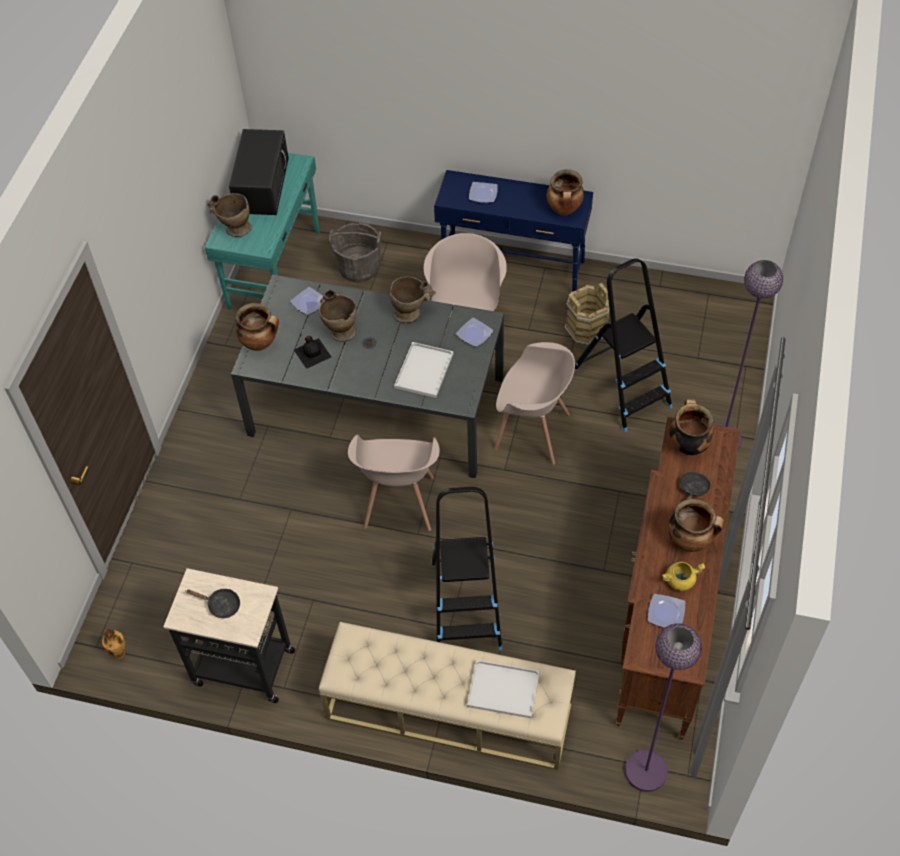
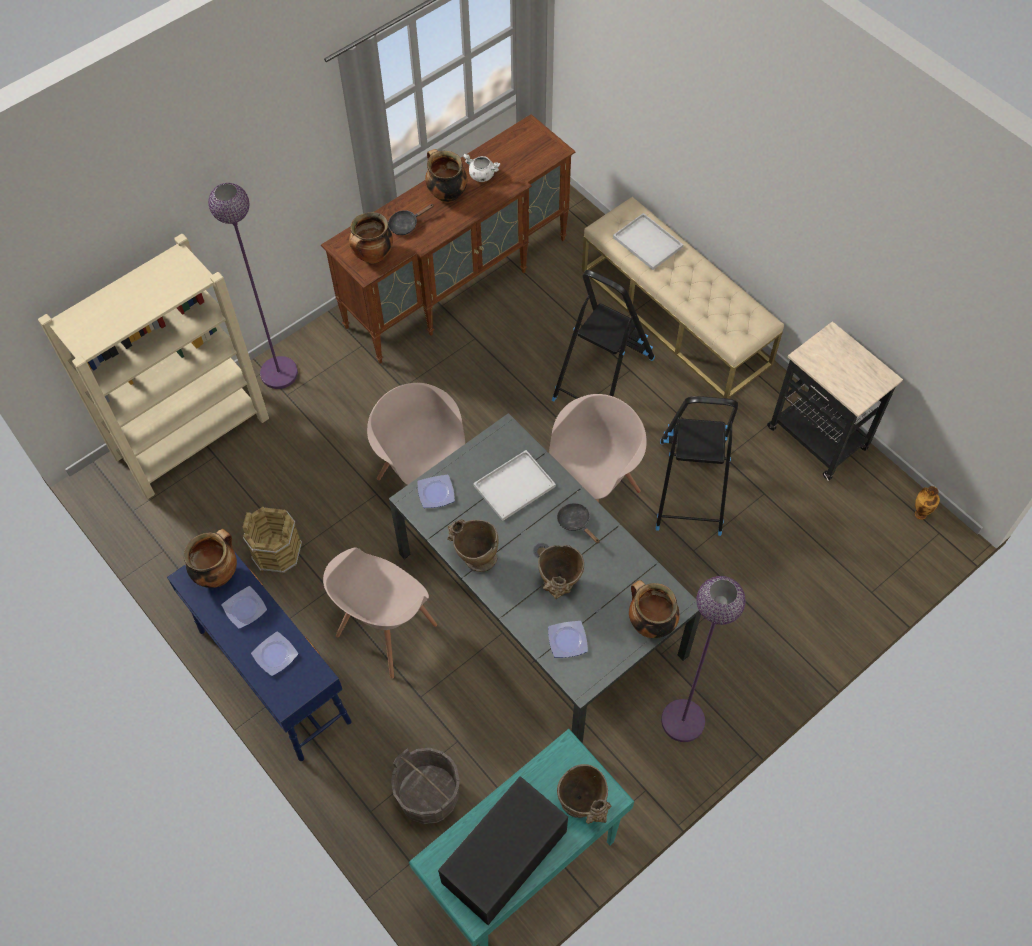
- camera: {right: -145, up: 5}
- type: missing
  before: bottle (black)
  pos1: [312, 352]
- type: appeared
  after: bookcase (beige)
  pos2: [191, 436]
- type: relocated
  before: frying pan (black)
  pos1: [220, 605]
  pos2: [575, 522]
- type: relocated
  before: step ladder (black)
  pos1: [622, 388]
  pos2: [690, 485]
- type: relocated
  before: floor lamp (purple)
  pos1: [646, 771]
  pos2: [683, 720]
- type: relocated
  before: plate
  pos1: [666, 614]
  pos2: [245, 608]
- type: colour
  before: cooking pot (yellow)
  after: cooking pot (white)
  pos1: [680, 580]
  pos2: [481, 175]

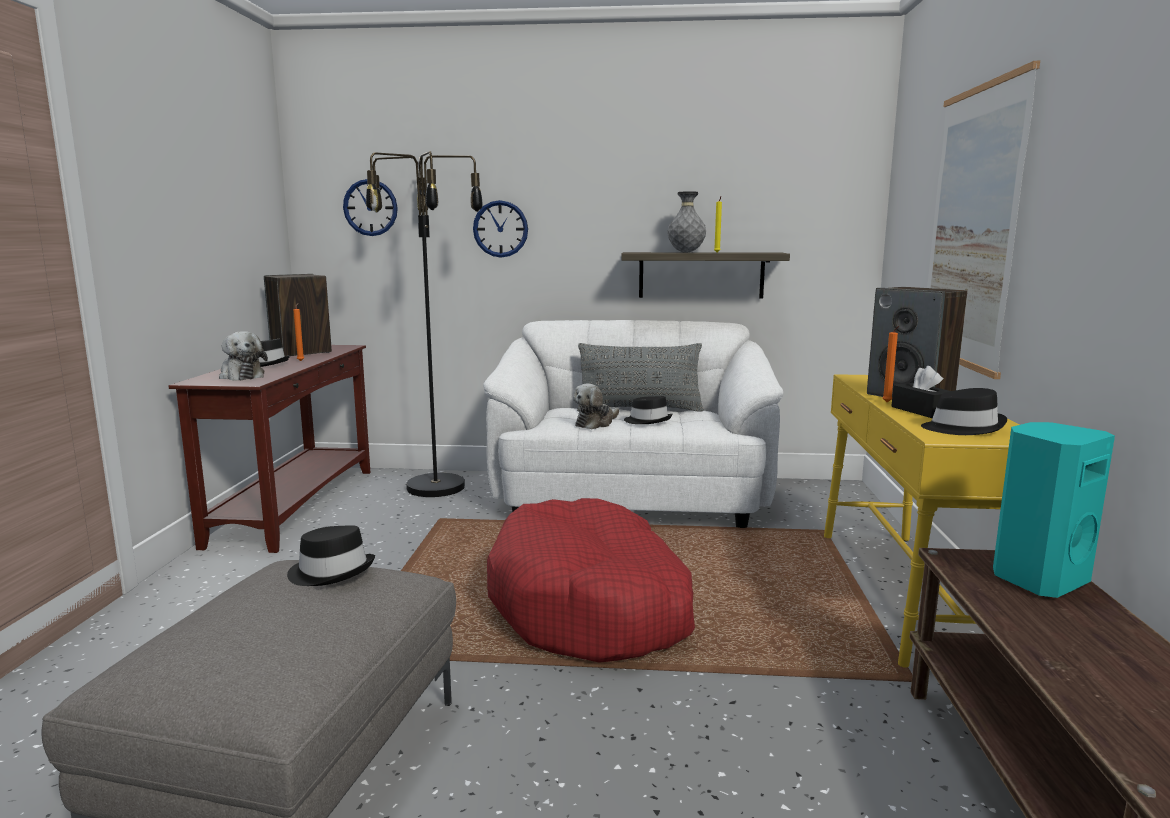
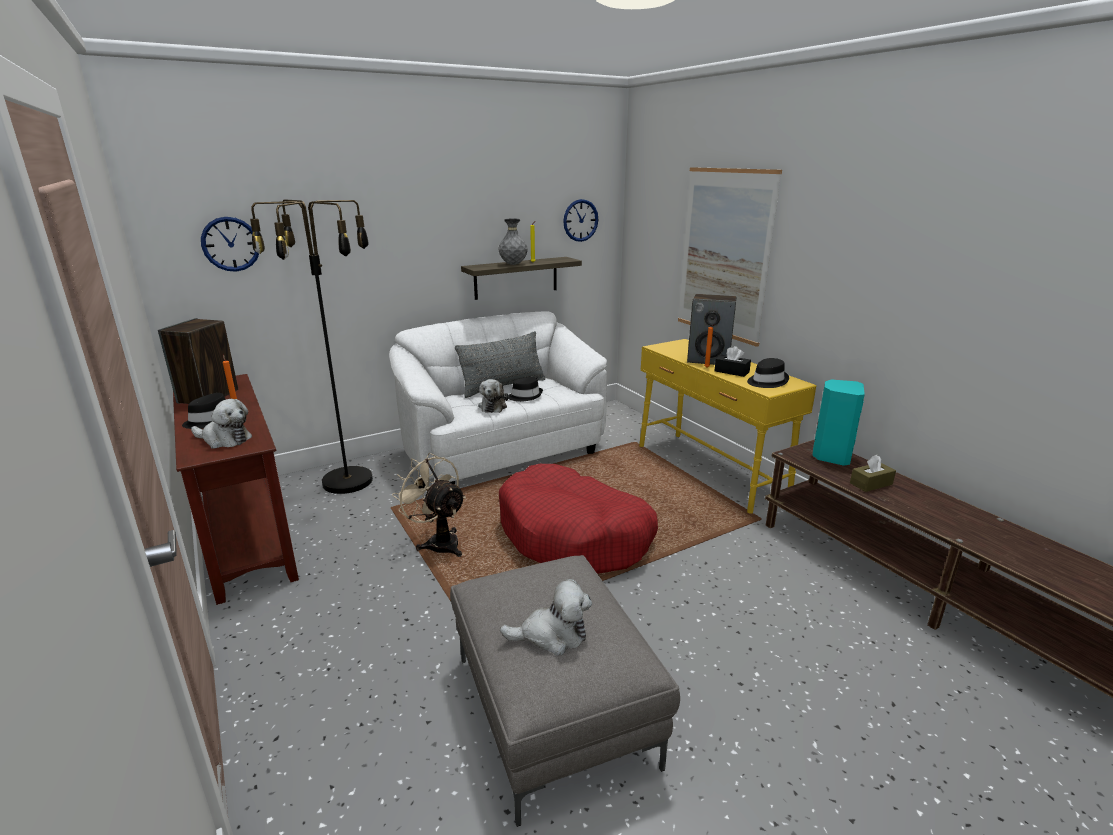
- camera: {right: -35, up: 10}
- type: missing
  before: hat (black)
  pos1: [331, 571]
- type: appeared
  after: fan (beige)
  pos2: [438, 542]
- type: appeared
  after: plush toy
  pos2: [552, 635]
- type: appeared
  after: tissue box (brown)
  pos2: [871, 484]
- type: relocated
  before: wall clock
  pos1: [500, 229]
  pos2: [580, 220]

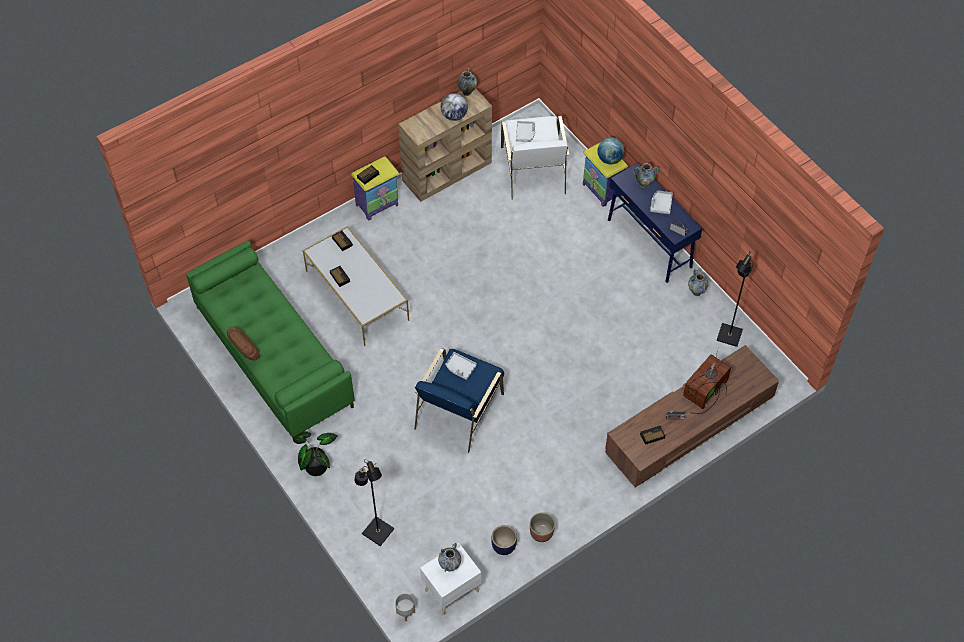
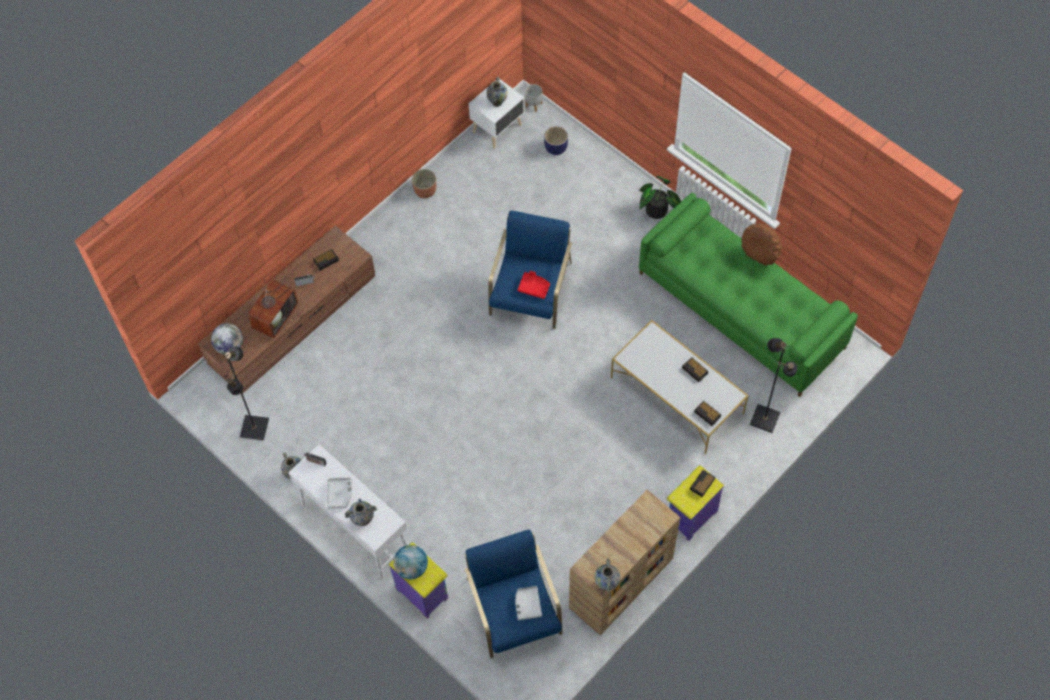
- camera: {right: 170, up: 5}
- type: relocated
  before: floor lamp (black)
  pos1: [378, 531]
  pos2: [765, 419]
- type: relocated
  before: globe
  pos1: [454, 116]
  pos2: [229, 346]
- type: relocated
  before: planter
  pos1: [503, 546]
  pos2: [556, 148]
- type: colour
  before: tray (grey)
  after: tray (red)
  pos1: [460, 368]
  pos2: [534, 287]
- type: colour
  before: armchair (white)
  after: armchair (blue)
  pos1: [533, 167]
  pos2: [515, 611]
- type: colour
  before: console table (blue)
  after: console table (white)
  pos1: [649, 244]
  pos2: [356, 527]

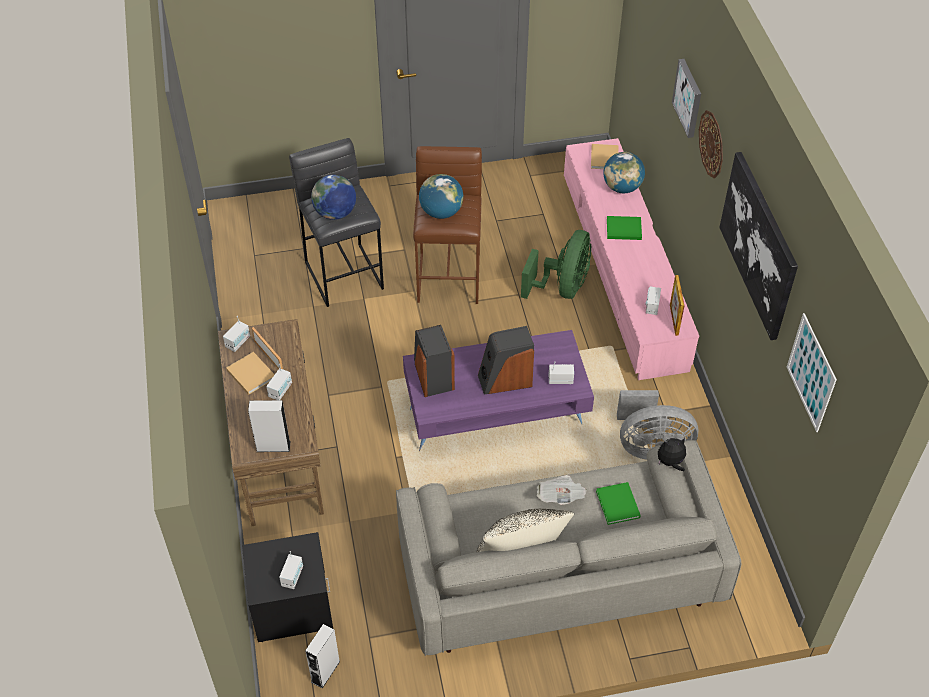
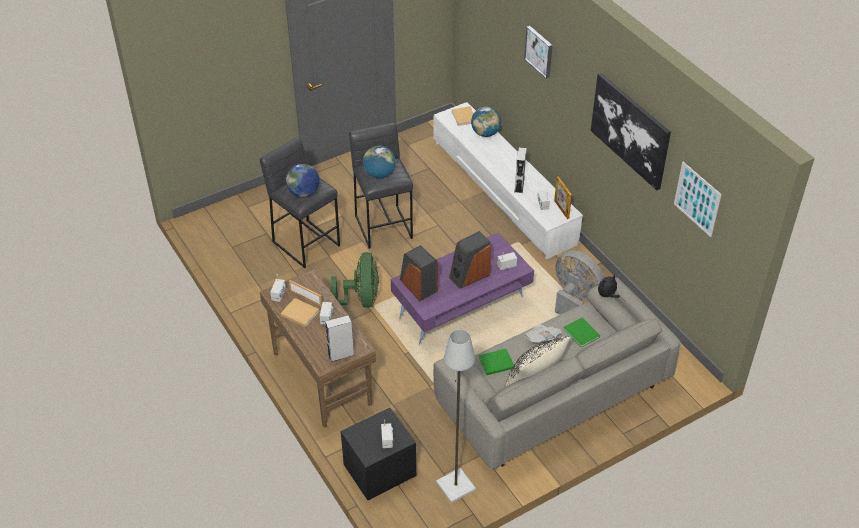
- camera: {right: -20, up: -5}
- type: missing
  before: wall clock
  pos1: [711, 144]
- type: appeared
  after: floor lamp (grey)
  pos2: [455, 487]
- type: relocated
  before: speaker (grey)
  pos1: [325, 671]
  pos2: [519, 186]
- type: relocated
  before: fan (green)
  pos1: [562, 287]
  pos2: [360, 300]
- type: relocated
  before: book (green)
  pos1: [622, 229]
  pos2: [495, 363]
- type: colour
  before: stool (brown)
  after: stool (grey)
  pos1: [449, 277]
  pos2: [383, 226]
- type: colour
  before: tv stand (pink)
  after: tv stand (white)
  pos1: [624, 271]
  pos2: [503, 192]
- type: spun
  before: fan (grey)
  pos1: [650, 447]
  pos2: [574, 299]
  turn: -120

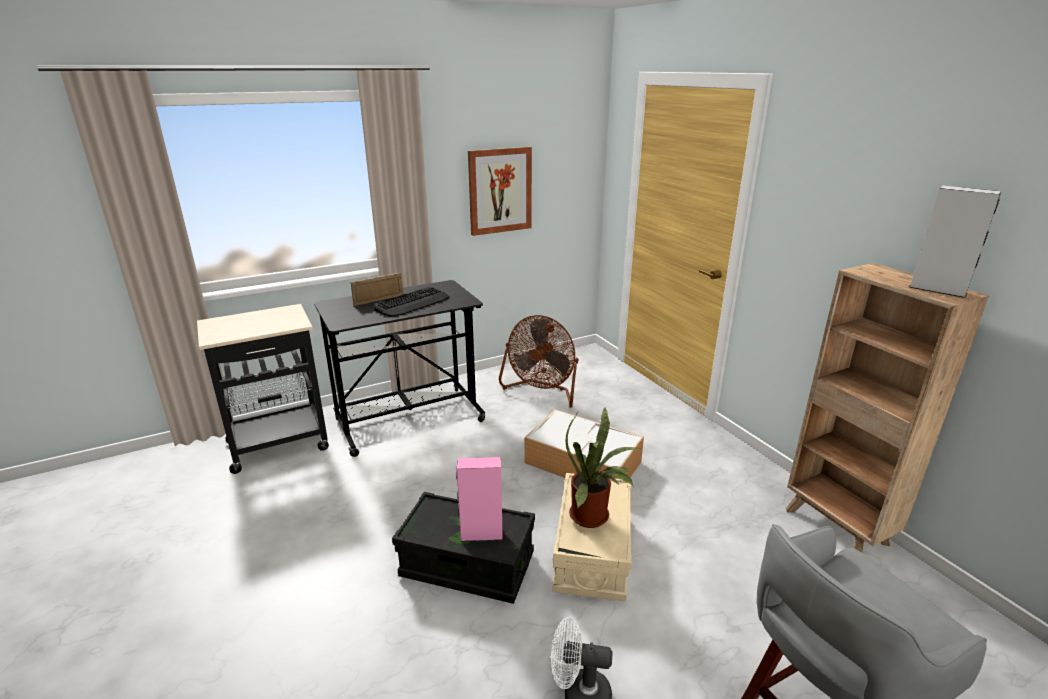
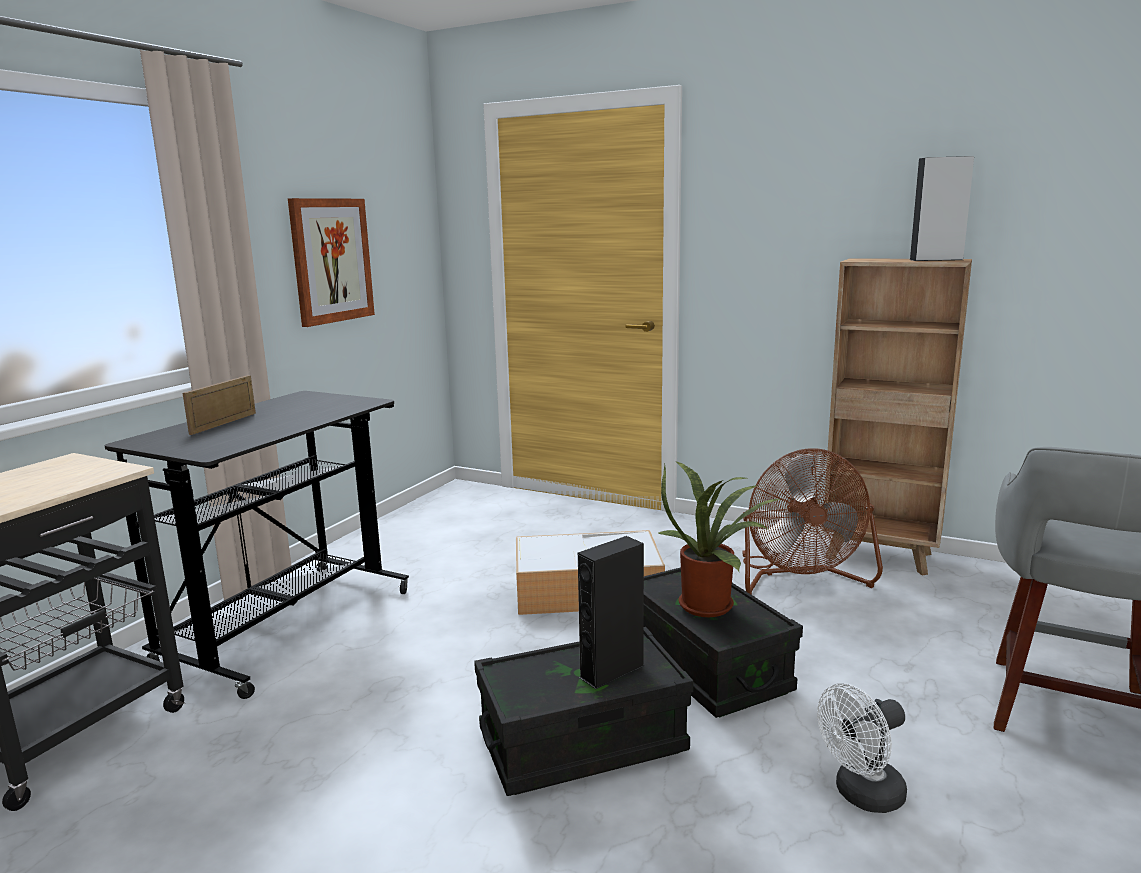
- camera: {right: -35, up: -10}
- type: missing
  before: keyboard
  pos1: [412, 303]
- type: relocated
  before: fan (brown)
  pos1: [541, 390]
  pos2: [795, 580]
- type: colour
  before: speaker (pink)
  after: speaker (black)
  pos1: [481, 534]
  pos2: [612, 671]
- type: colour
  before: storage box (beige)
  after: storage box (black)
  pos1: [592, 553]
  pos2: [706, 666]

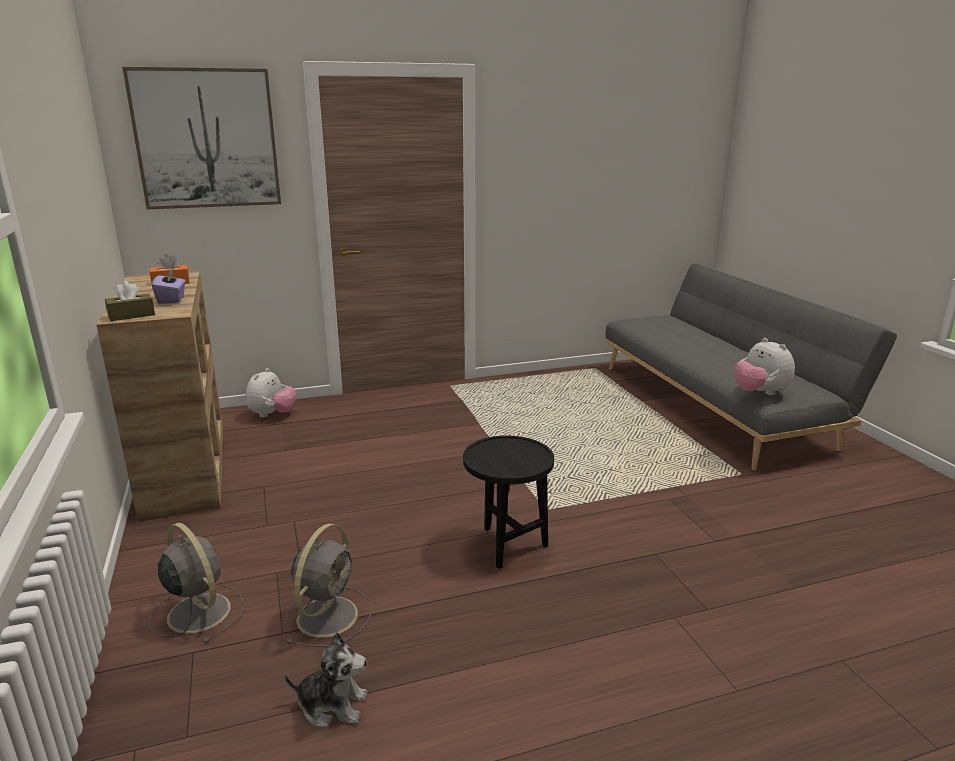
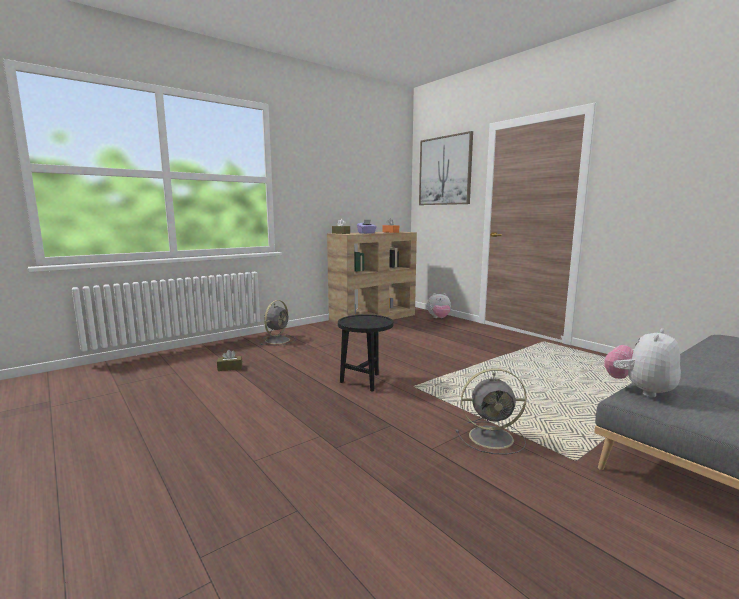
- camera: {right: 70, up: -10}
- type: relocated
  before: fan (grey)
  pos1: [329, 614]
  pos2: [493, 437]
- type: exchanged
  before: plush toy
  after: tissue box (brown)
  pos1: [332, 705]
  pos2: [230, 368]

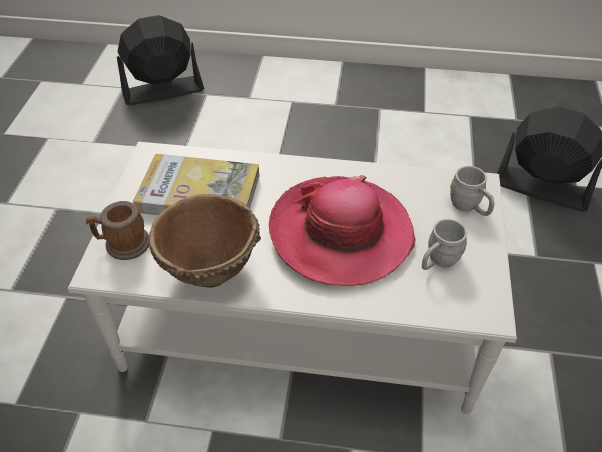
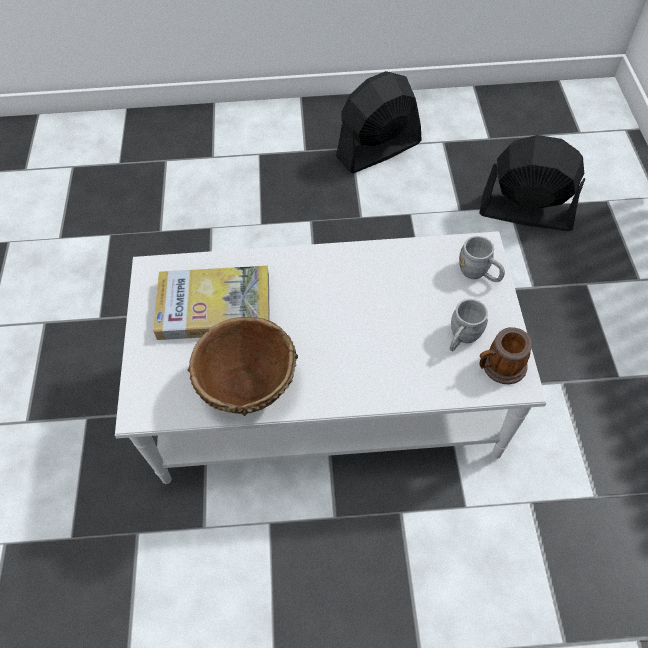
- camera: {right: -10, up: 10}
- type: missing
  before: hat
  pos1: [341, 233]
- type: relocated
  before: mug
  pos1: [122, 244]
  pos2: [499, 367]
- type: relocated
  before: fan (black)
  pos1: [163, 91]
  pos2: [378, 150]

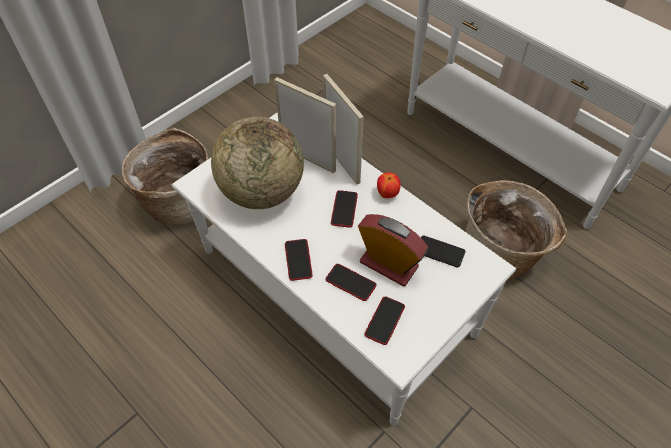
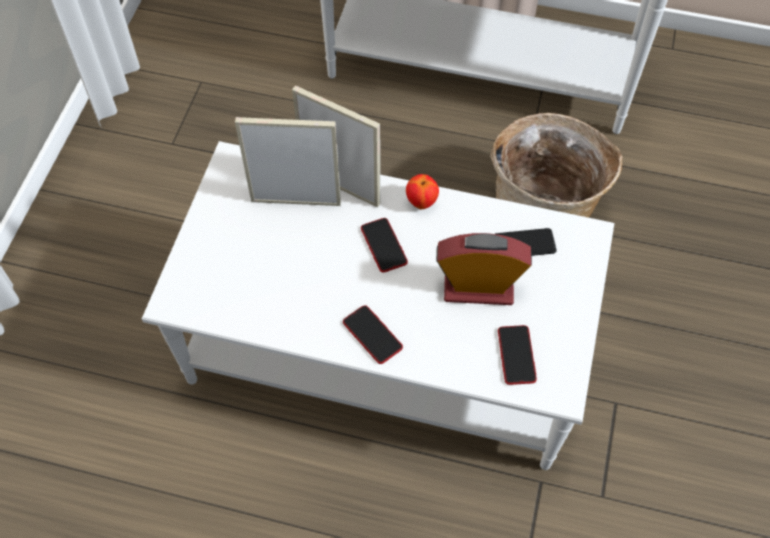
- camera: {right: -30, up: 5}
- type: missing
  before: basket
  pos1: [178, 201]
- type: missing
  before: globe
  pos1: [262, 191]
- type: missing
  before: phone
  pos1: [350, 282]

